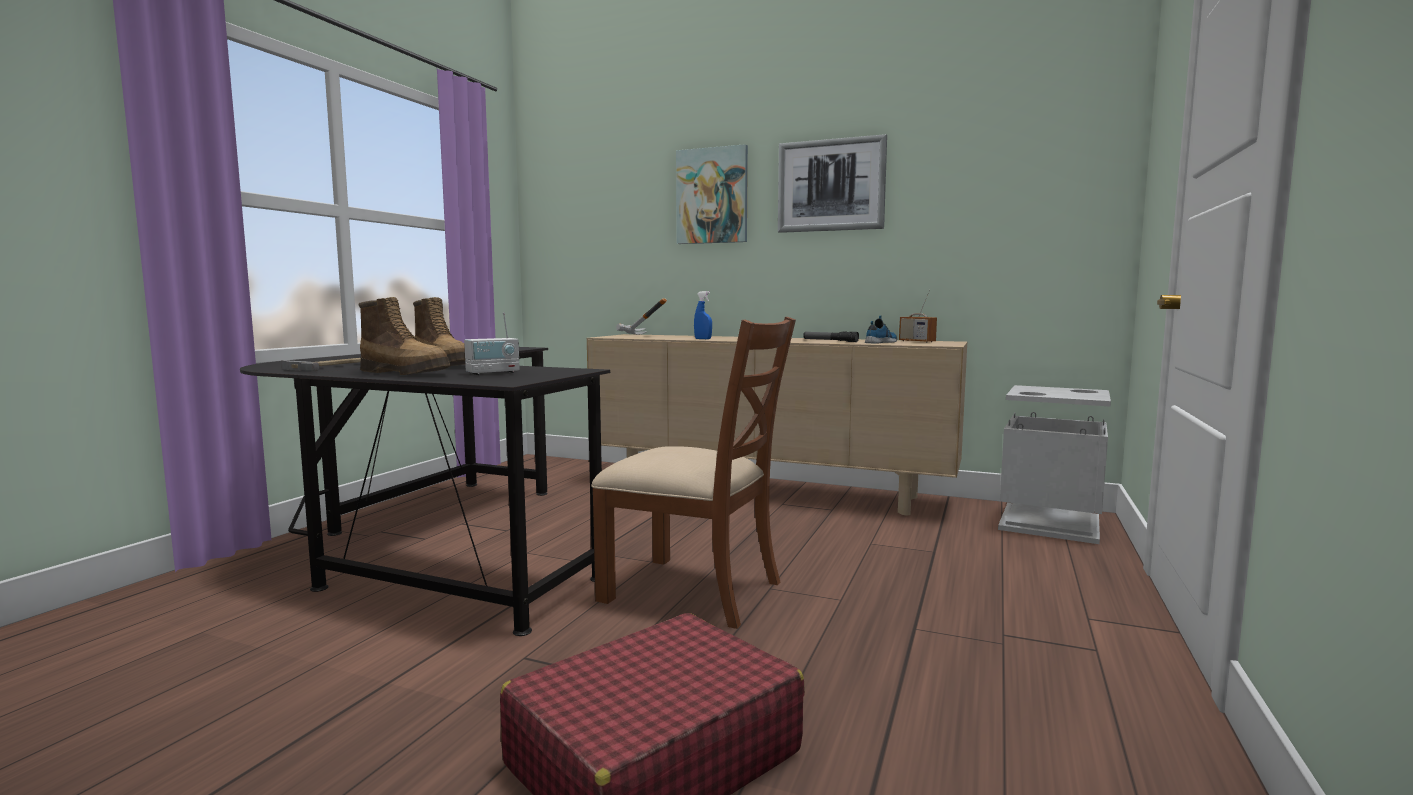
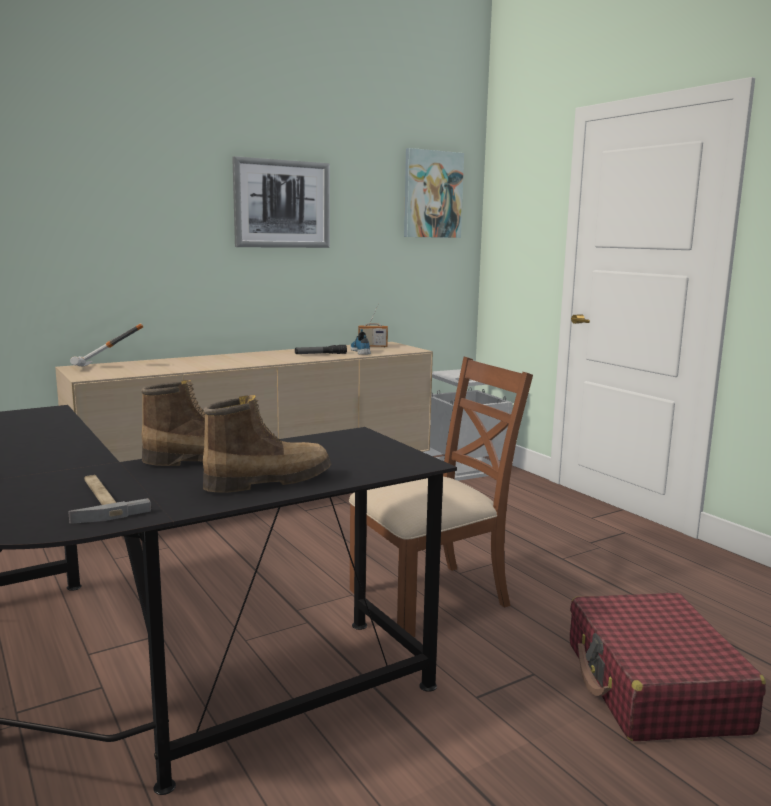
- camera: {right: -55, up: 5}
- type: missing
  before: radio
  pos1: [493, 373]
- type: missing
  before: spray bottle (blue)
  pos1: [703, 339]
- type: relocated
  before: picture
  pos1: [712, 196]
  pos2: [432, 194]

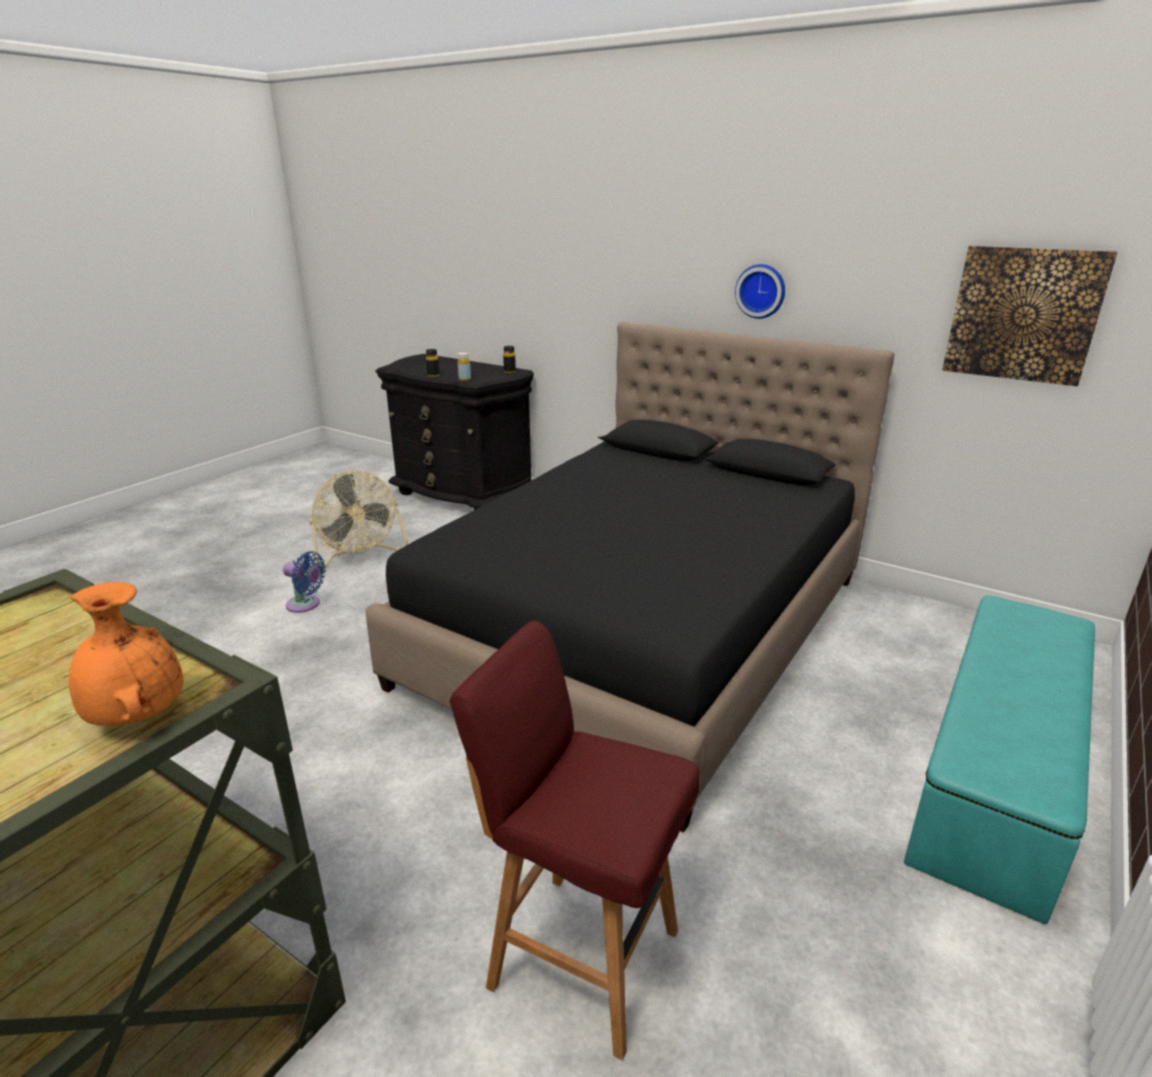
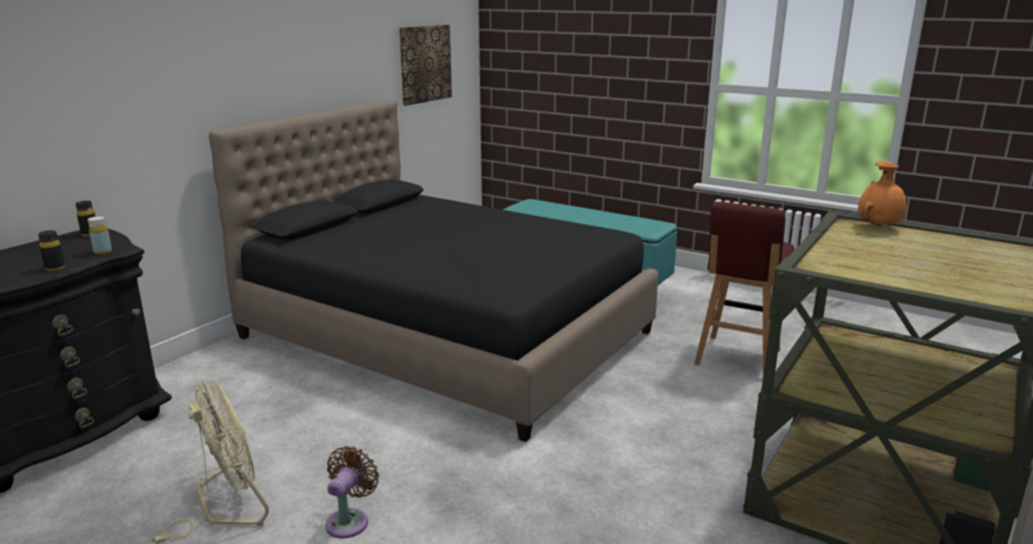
- camera: {right: -90, up: -5}
- type: missing
  before: wall clock
  pos1: [761, 291]
- type: colour
  before: fan (blue)
  after: fan (brown)
  pos1: [306, 605]
  pos2: [349, 520]

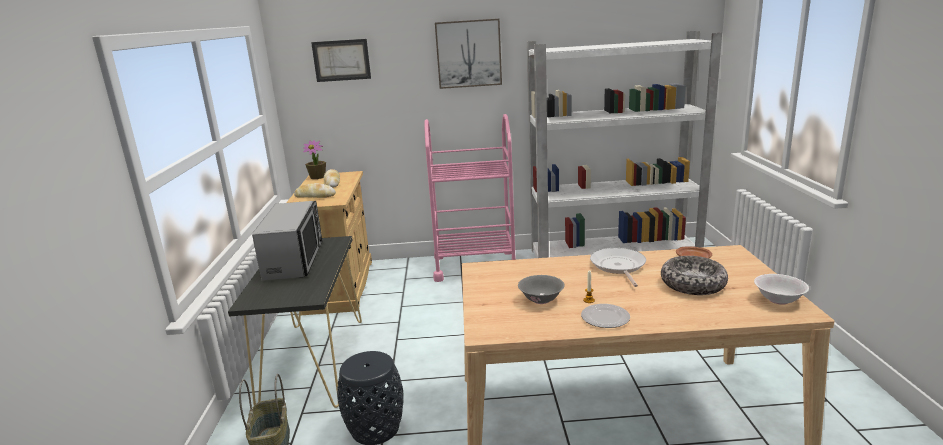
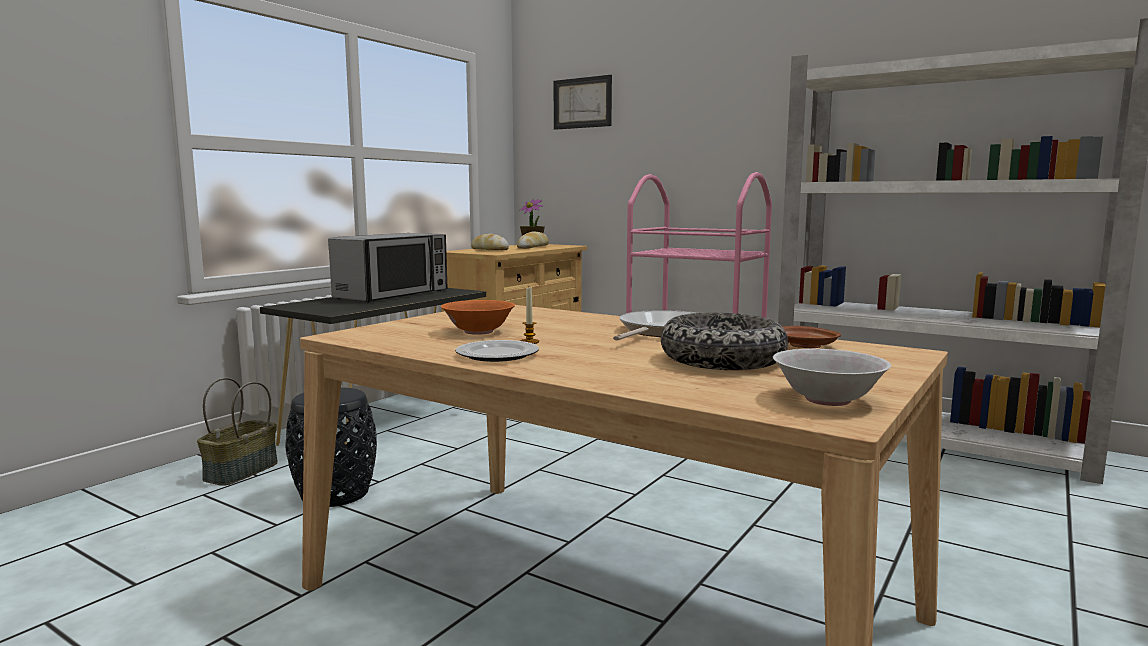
- camera: {right: 35, up: -10}
- type: missing
  before: picture
  pos1: [468, 53]
- type: colour
  before: bowl (grey)
  after: bowl (orange)
  pos1: [541, 300]
  pos2: [479, 332]

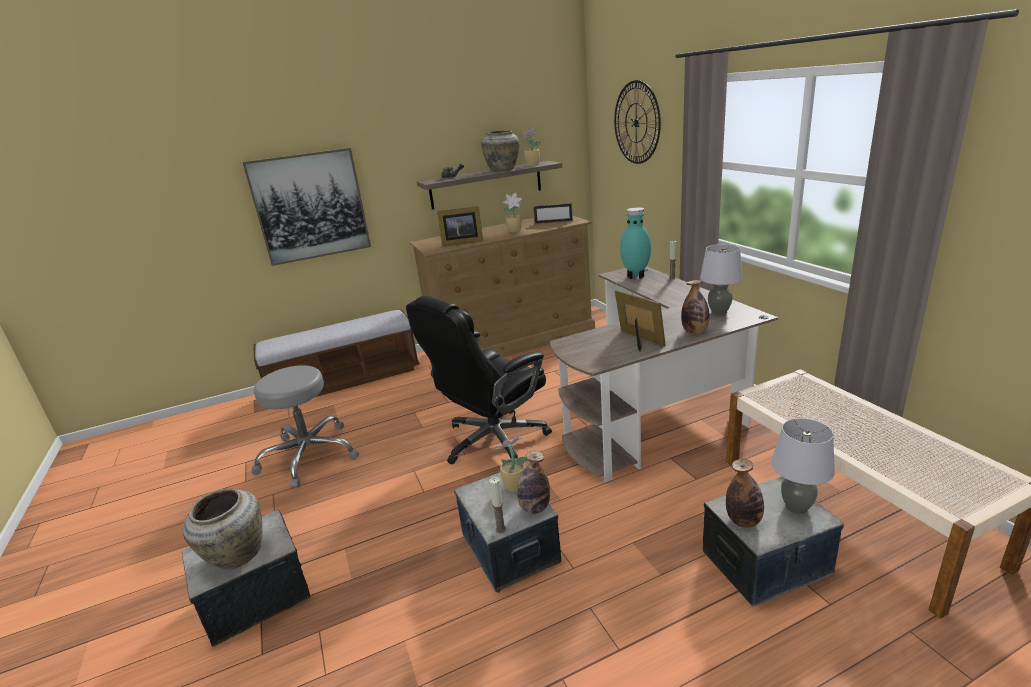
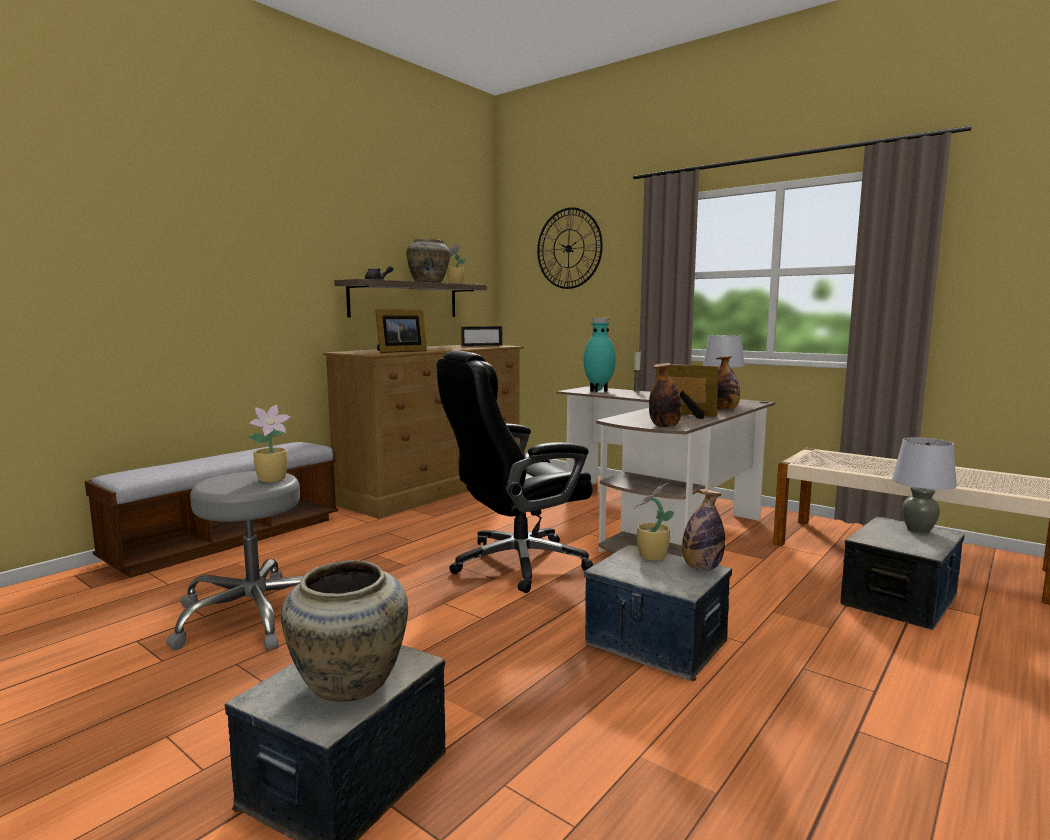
- camera: {right: -30, up: -15}
- type: missing
  before: picture
  pos1: [310, 206]
- type: missing
  before: candle
  pos1: [500, 529]
- type: relocated
  before: potted plant
  pos1: [515, 231]
  pos2: [273, 479]
- type: relocated
  before: bottle
  pos1: [743, 521]
  pos2: [664, 426]
- type: spun
  before: office chair (black)
  pos1: [492, 441]
  pos2: [516, 563]
  turn: 45

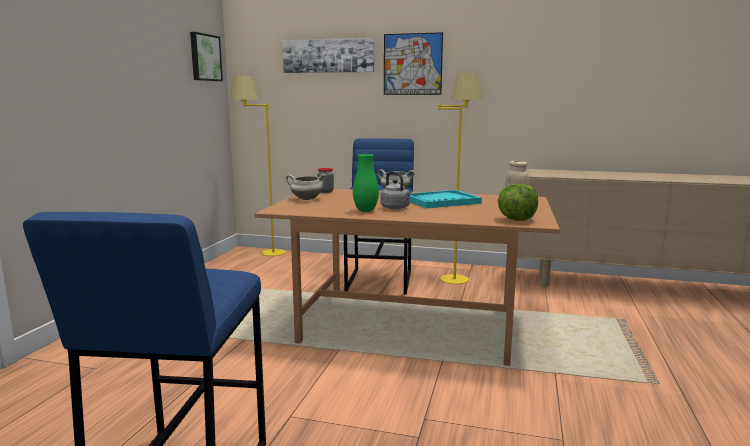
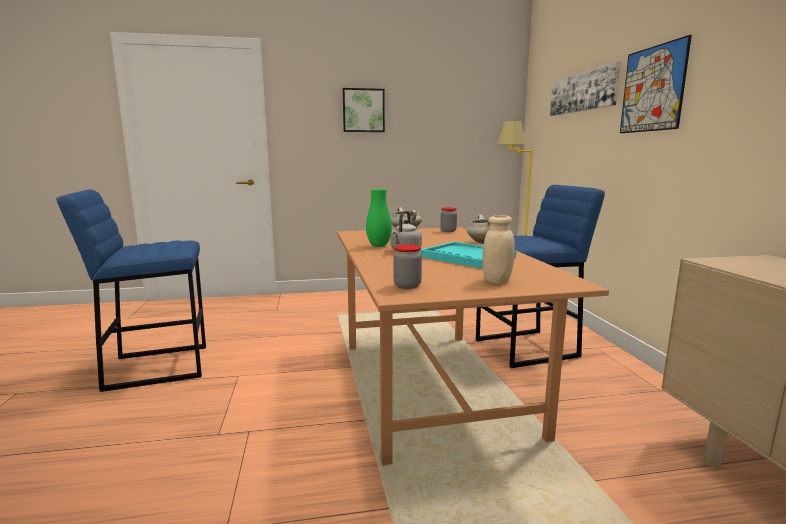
- camera: {right: 65, up: 0}
- type: missing
  before: floor lamp (yellow)
  pos1: [456, 275]
- type: relocated
  before: picture
  pos1: [204, 57]
  pos2: [363, 110]
- type: exchanged
  before: lettuce
  after: jar
  pos1: [516, 219]
  pos2: [407, 286]

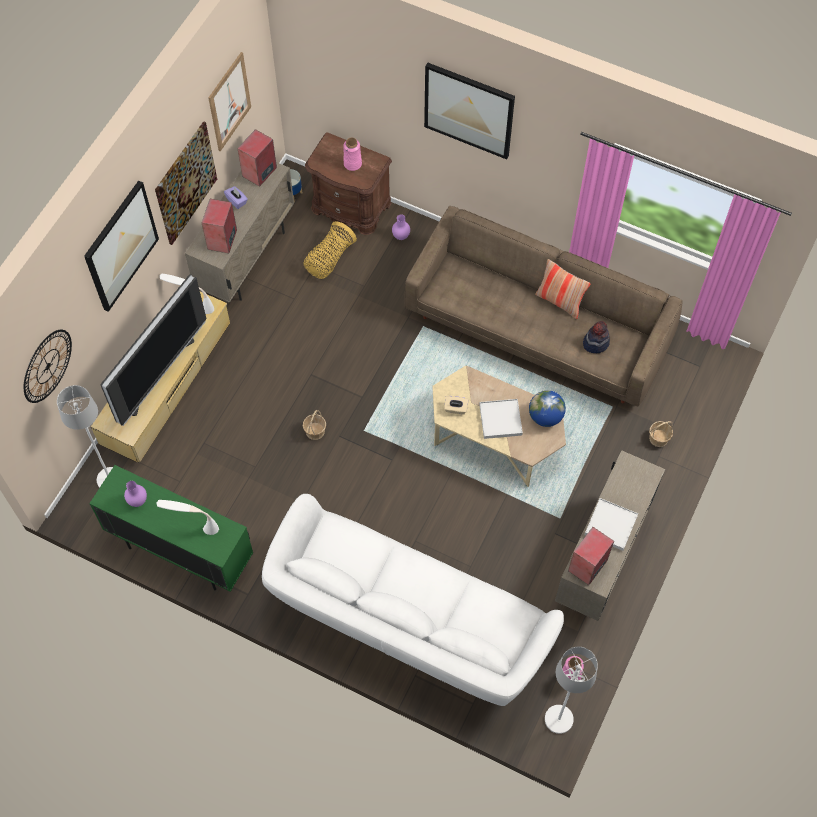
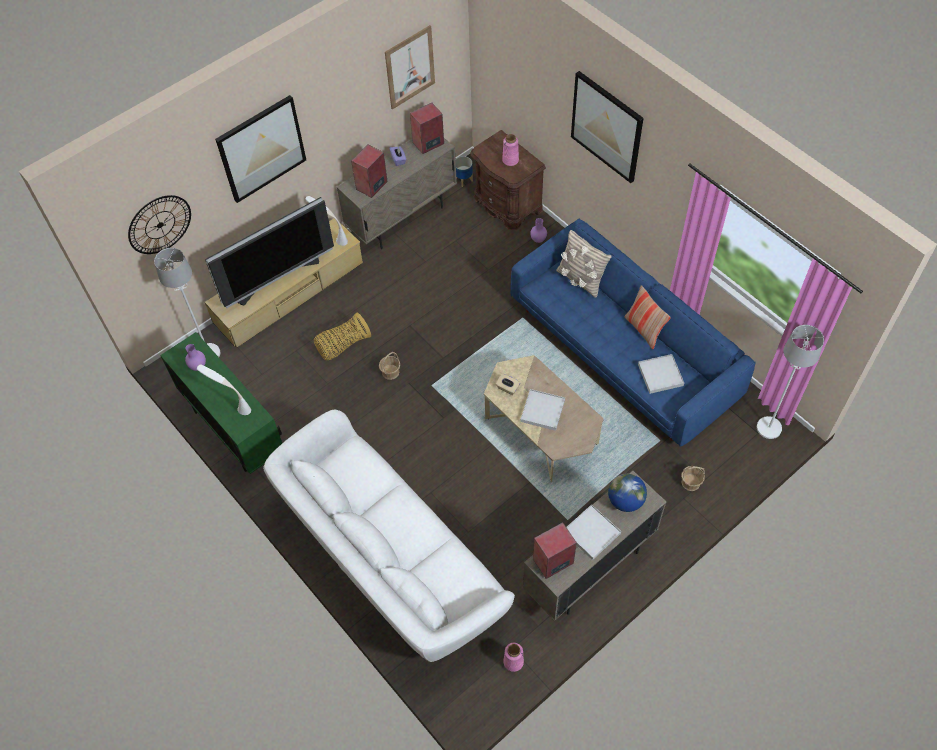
- camera: {right: 25, up: -5}
- type: missing
  before: picture
  pos1: [185, 183]
- type: appeared
  after: pillow (beige)
  pos2: [580, 280]
- type: relocated
  before: basket
  pos1: [329, 259]
  pos2: [342, 345]
- type: relocated
  before: globe
  pos1: [545, 416]
  pos2: [625, 501]
- type: relocated
  before: floor lamp (white)
  pos1: [558, 719]
  pos2: [768, 428]
- type: exchanged
  before: hat
  after: tray (white)
  pos1: [595, 343]
  pos2: [660, 375]
- type: colour
  before: sofa (brown)
  after: sofa (blue)
  pos1: [538, 326]
  pos2: [623, 350]

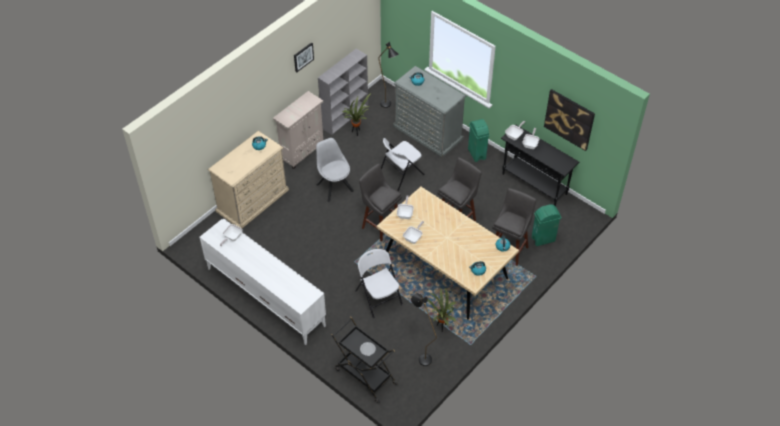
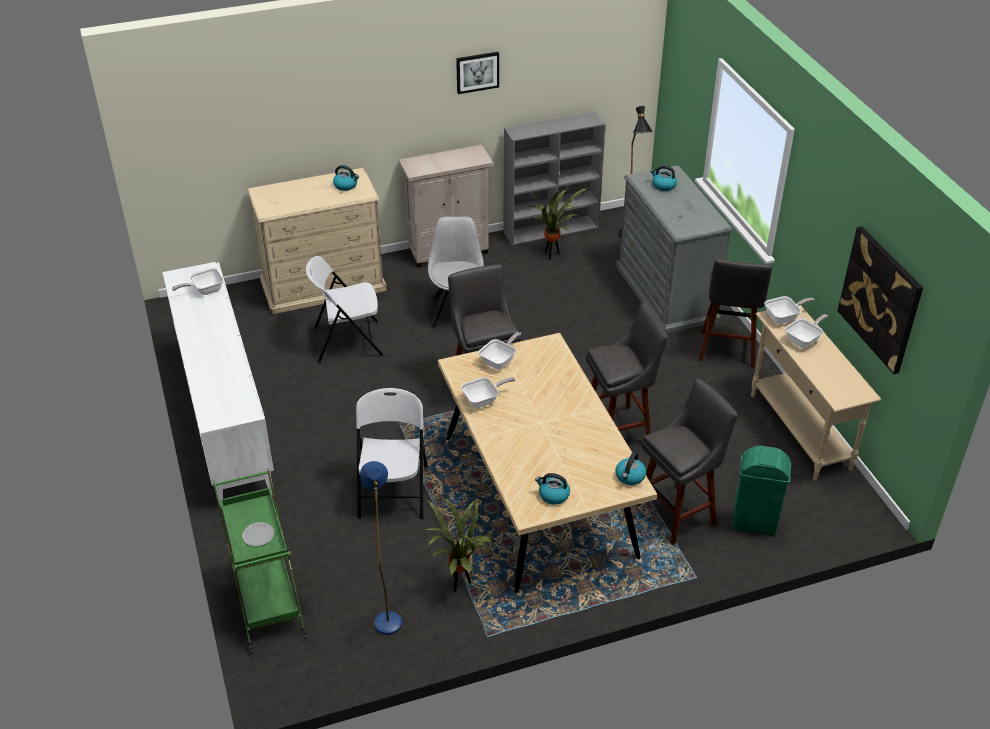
- camera: {right: 30, up: -10}
- type: relocated
  before: chair (white)
  pos1: [401, 174]
  pos2: [348, 341]
- type: exchanged
  before: trash can (green)
  after: stool (grey)
  pos1: [476, 154]
  pos2: [726, 351]
- type: colour
  before: cart (black)
  after: cart (green)
  pos1: [365, 376]
  pos2: [268, 601]
- type: colour
  before: floor lamp (black)
  after: floor lamp (blue)
  pos1: [421, 356]
  pos2: [386, 615]
- type: colour
  before: console table (black)
  after: console table (beige)
  pos1: [534, 184]
  pos2: [799, 432]

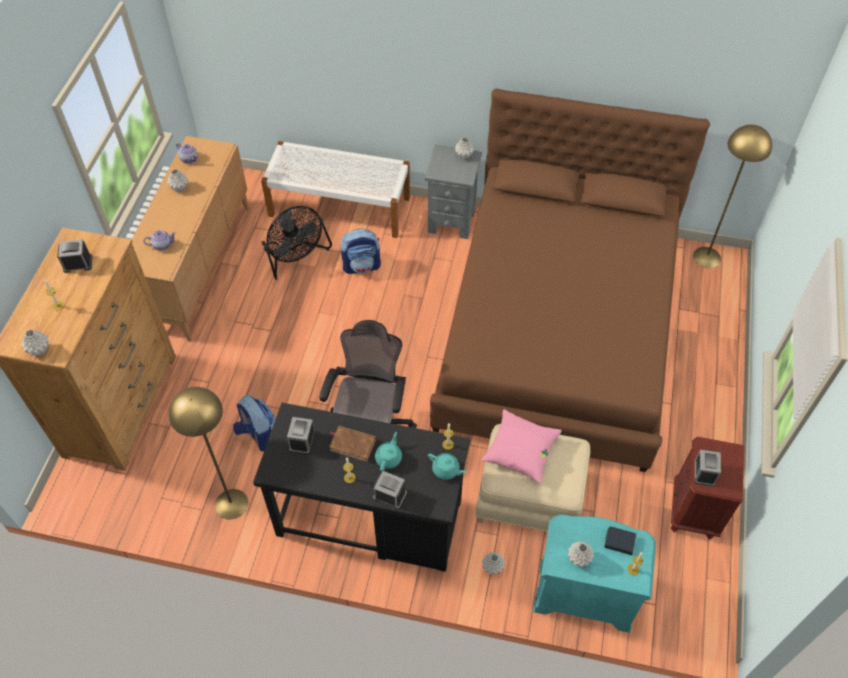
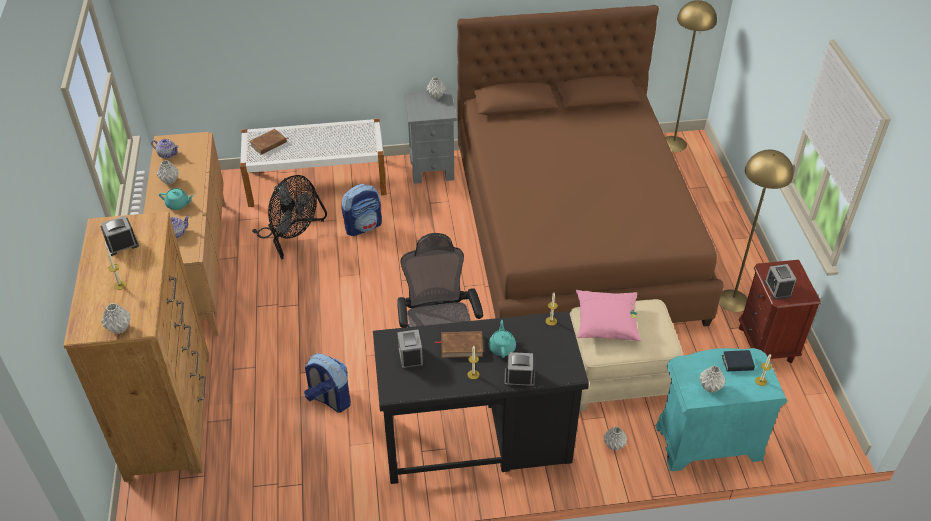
- camera: {right: -20, up: -10}
- type: appeared
  after: book (brown)
  pos2: [268, 144]
- type: relocated
  before: floor lamp (yellow)
  pos1: [231, 504]
  pos2: [733, 300]
- type: relocated
  before: teapot (turquoise)
  pos1: [446, 470]
  pos2: [178, 204]

